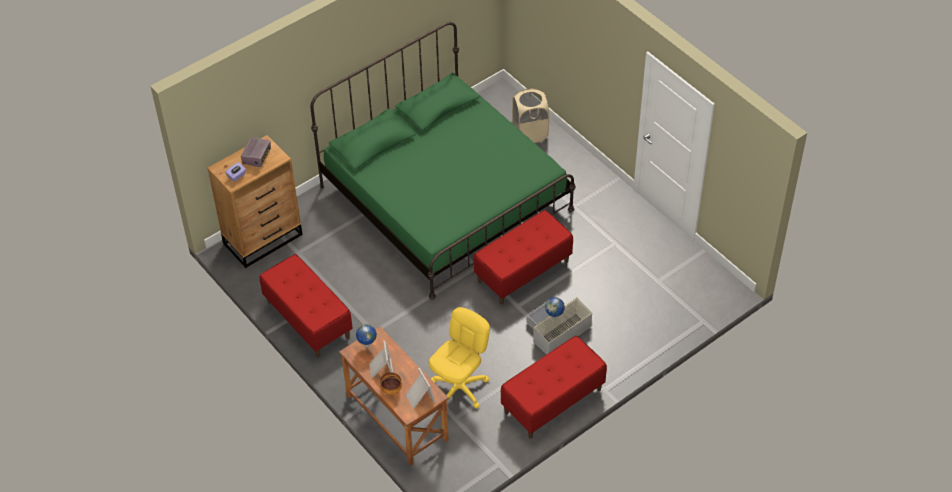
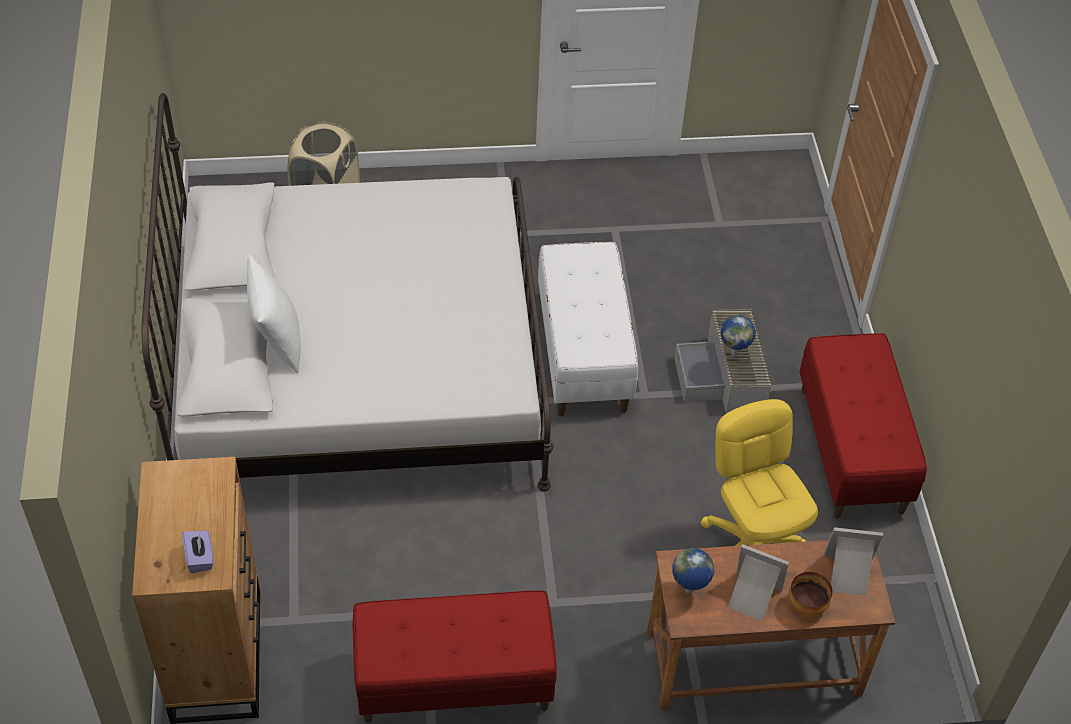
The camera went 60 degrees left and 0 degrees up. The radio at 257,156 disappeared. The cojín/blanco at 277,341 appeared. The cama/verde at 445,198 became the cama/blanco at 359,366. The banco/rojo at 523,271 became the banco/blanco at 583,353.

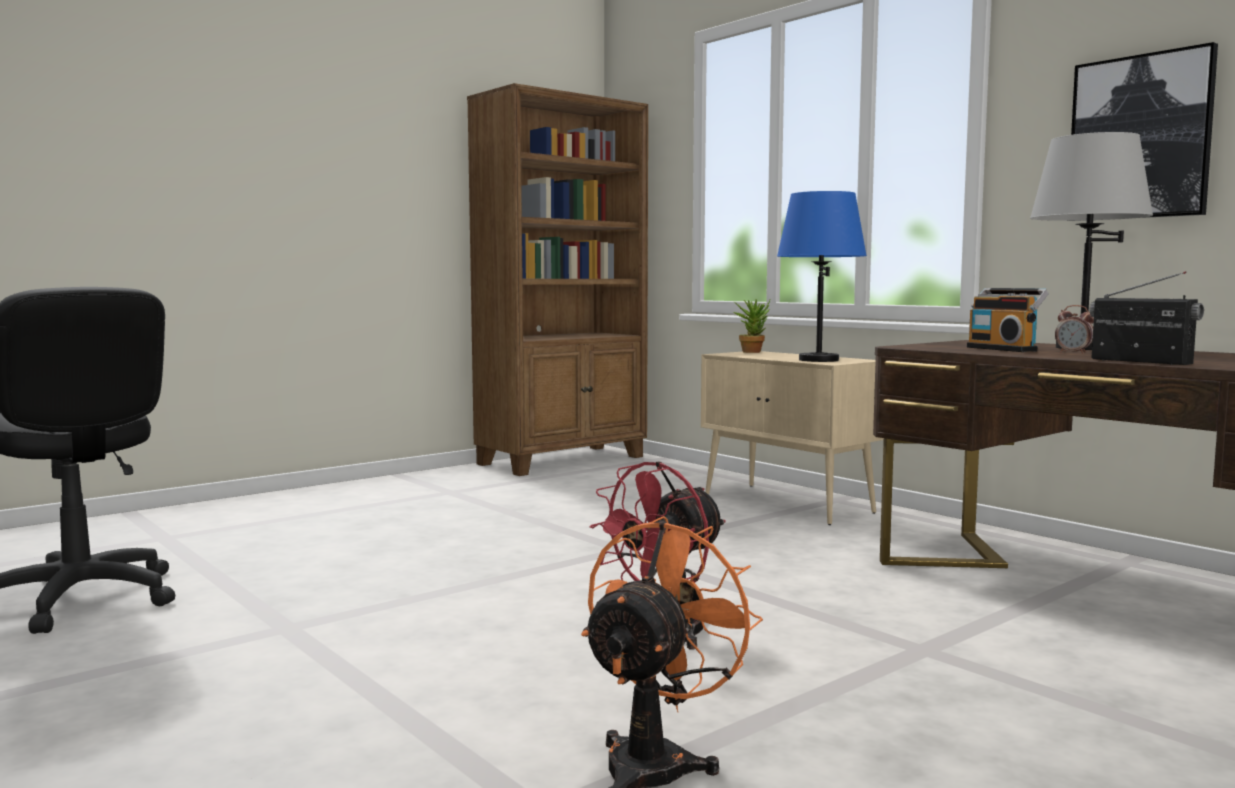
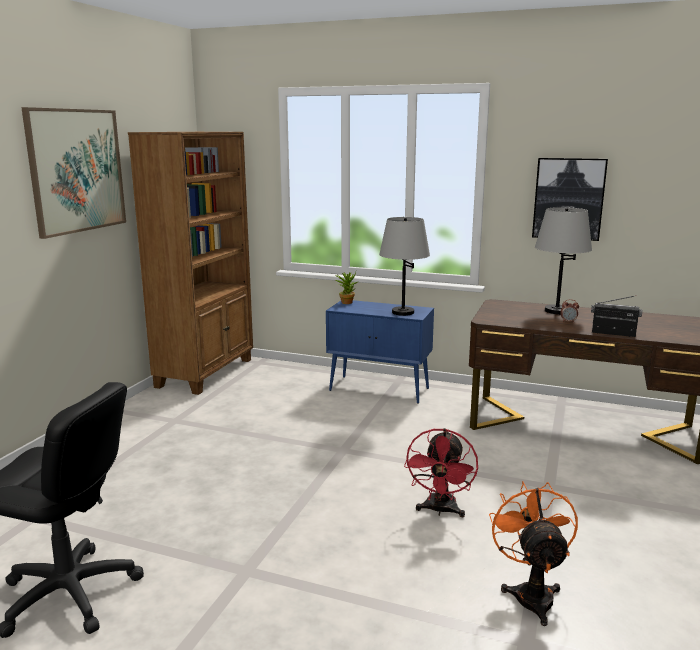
The camera went 30 degrees left and 10 degrees up. The radio at 1004,349 disappeared. The cuadro at 77,171 appeared. The armario/beis at 788,504 became the armario/azul at 380,389. The lámpara de mesa/azul at 818,360 became the lámpara de mesa/gris at 402,312.

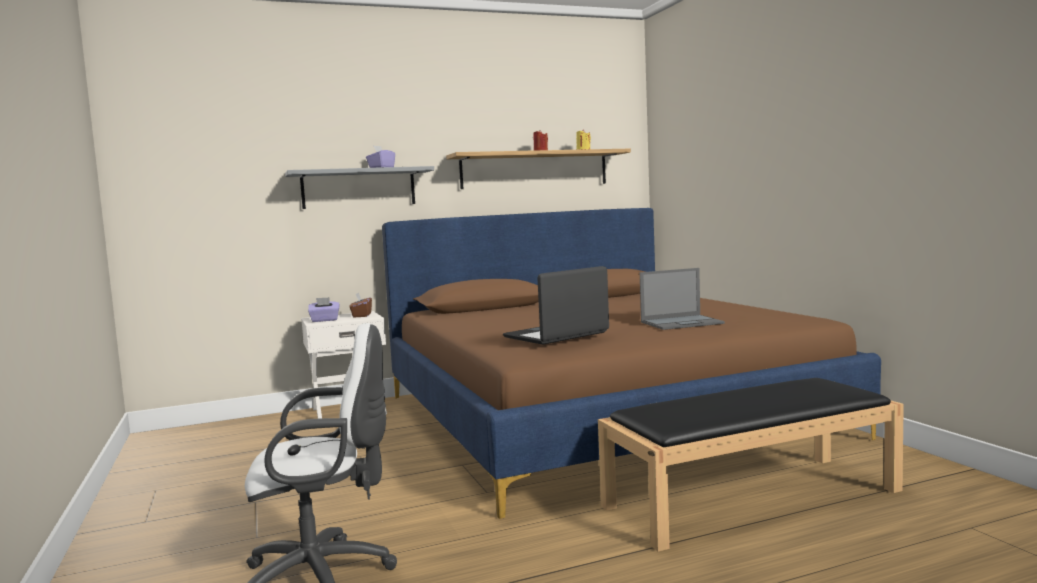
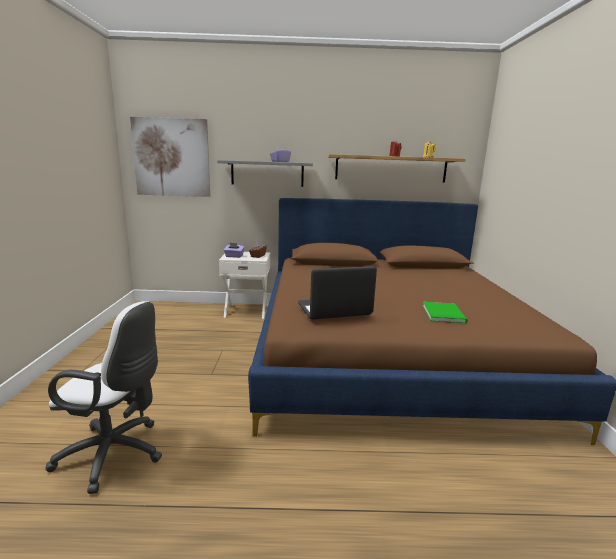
The camera went 20 degrees right and 10 degrees up. The banco/negro at 752,497 disappeared. The cuadro at 171,157 appeared. The portátil at 682,323 was replaced by the libro/verde at 444,313.

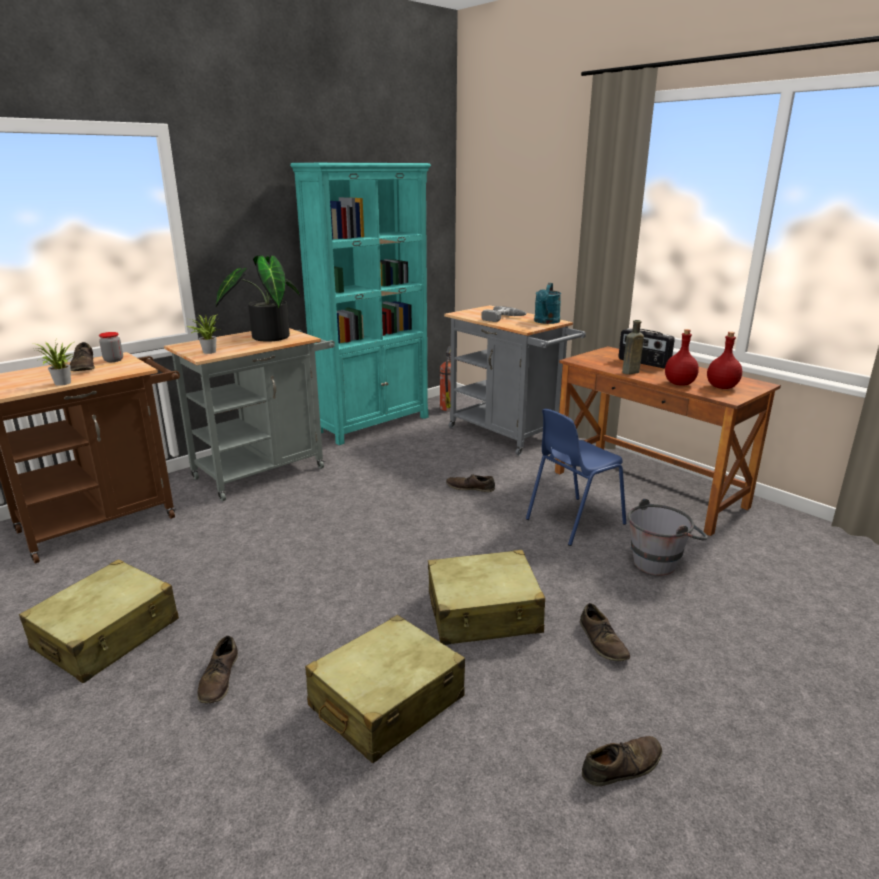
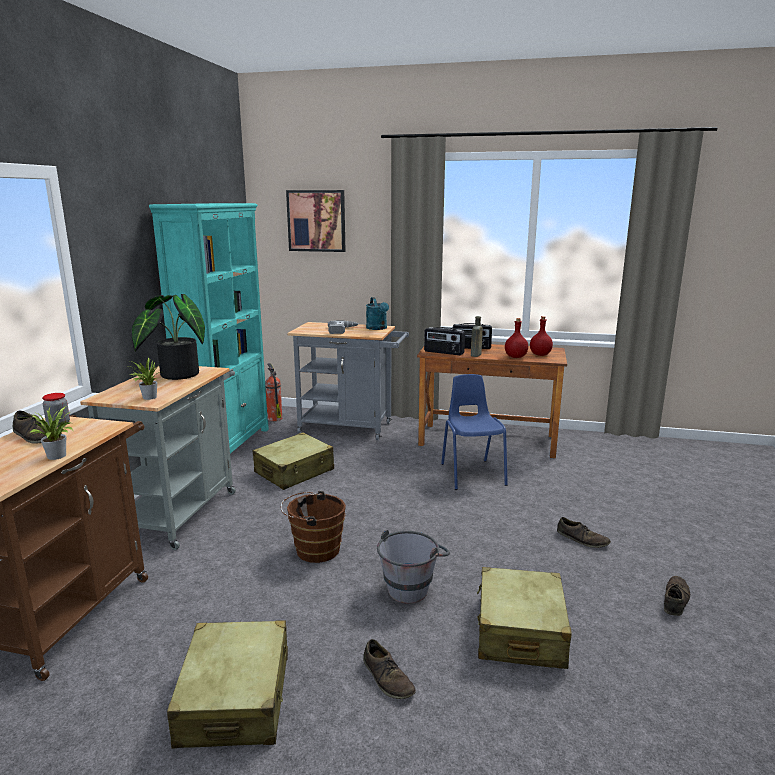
The camera went 35 degrees left and 5 degrees down. The zapato/marrón at 470,488 disappeared. The cubo/marrón at 314,549 appeared. The cuadro at 316,221 appeared. The radio at 443,352 appeared. The maleta/beis moved from 484,613 to 294,471. The cubo/gris moved from 661,562 to 412,586. The silla/azul at 573,521 turned 150 degrees clockwise.

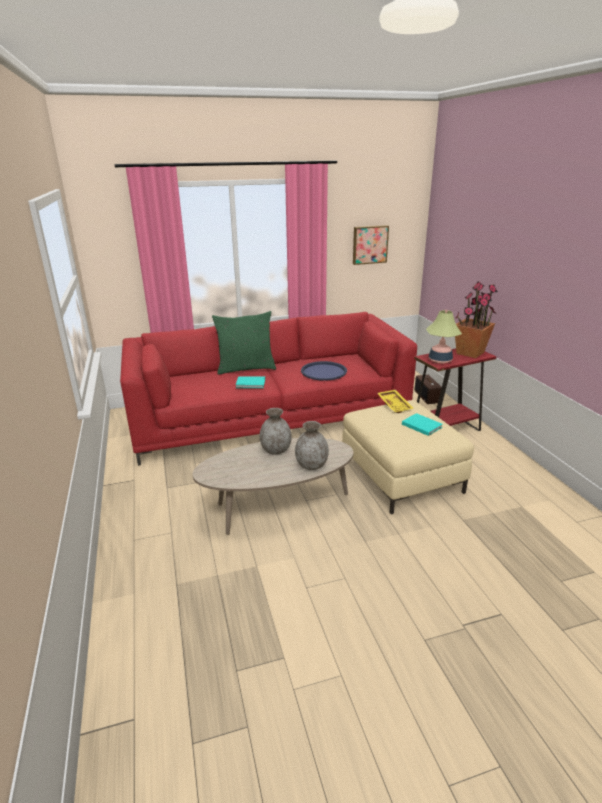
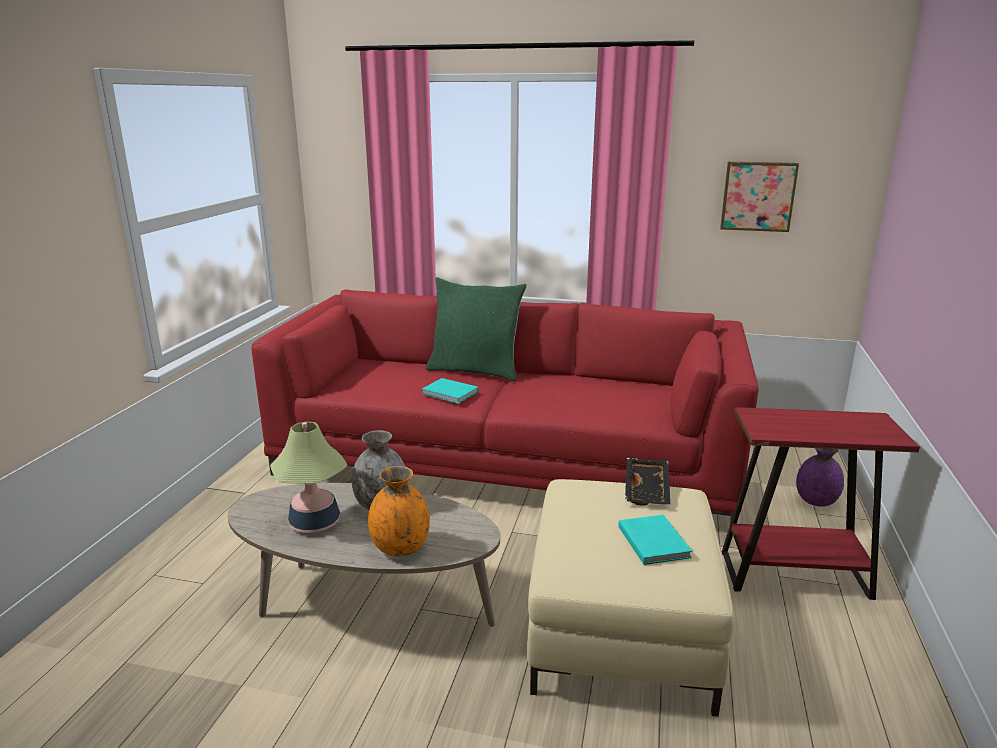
The camera went 30 degrees right and 5 degrees down. The bandeja/azul at 323,371 disappeared. The planta en maceta at 470,353 disappeared. The lámpara de mesa moved from 440,360 to 315,523. The radio at 427,397 was replaced by the florero/morado at 816,501. The florero/gris at 311,465 became the florero/naranja at 400,548. The bandeja/amarillo at 395,405 became the bandeja/negro at 648,490.

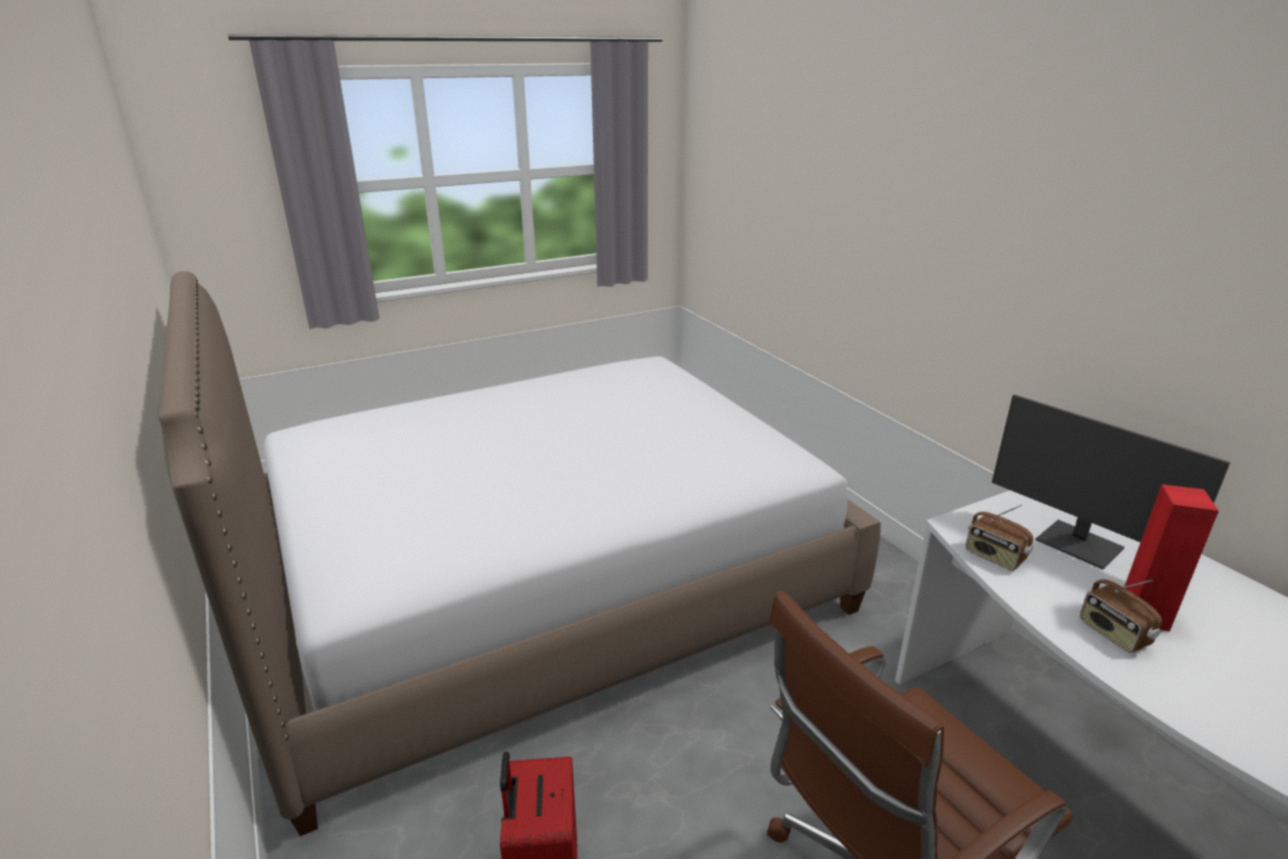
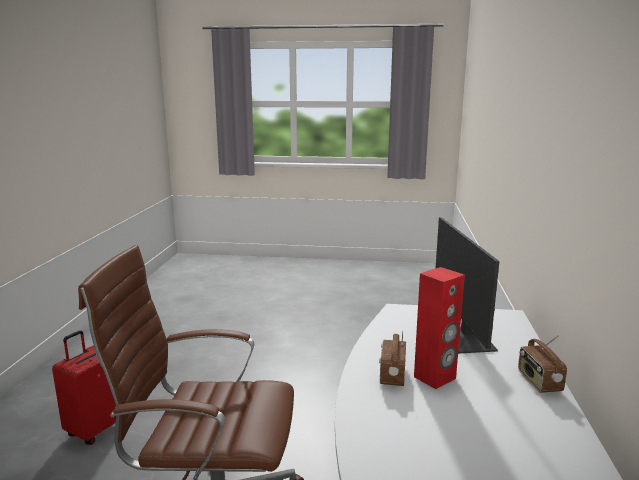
The camera went 35 degrees right and 10 degrees down. The cama at 543,585 disappeared. The radio moved from 994,557 to 538,382.

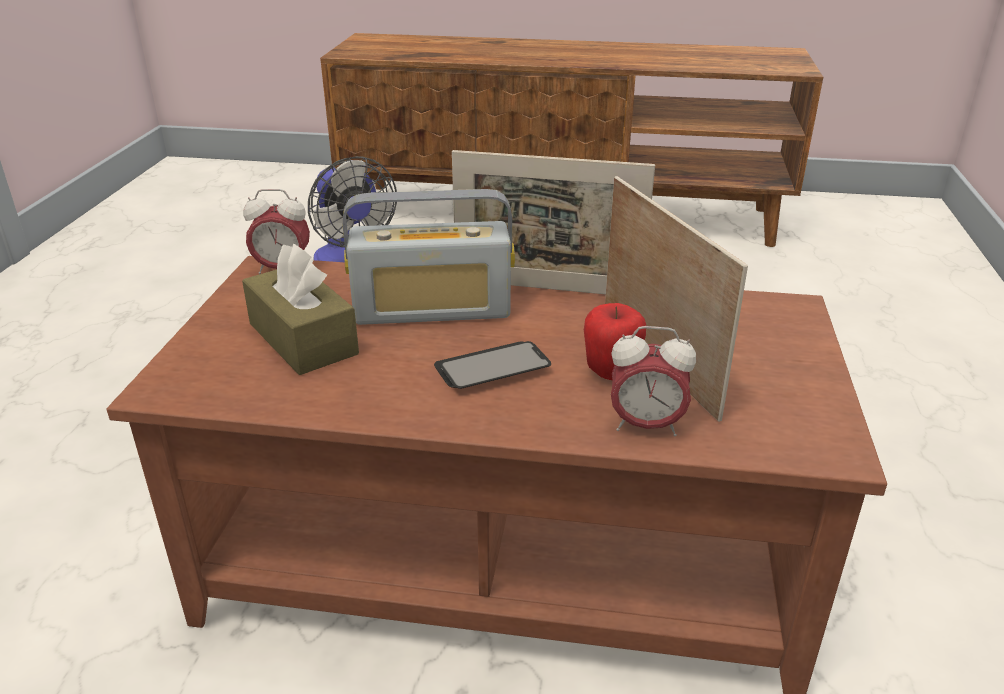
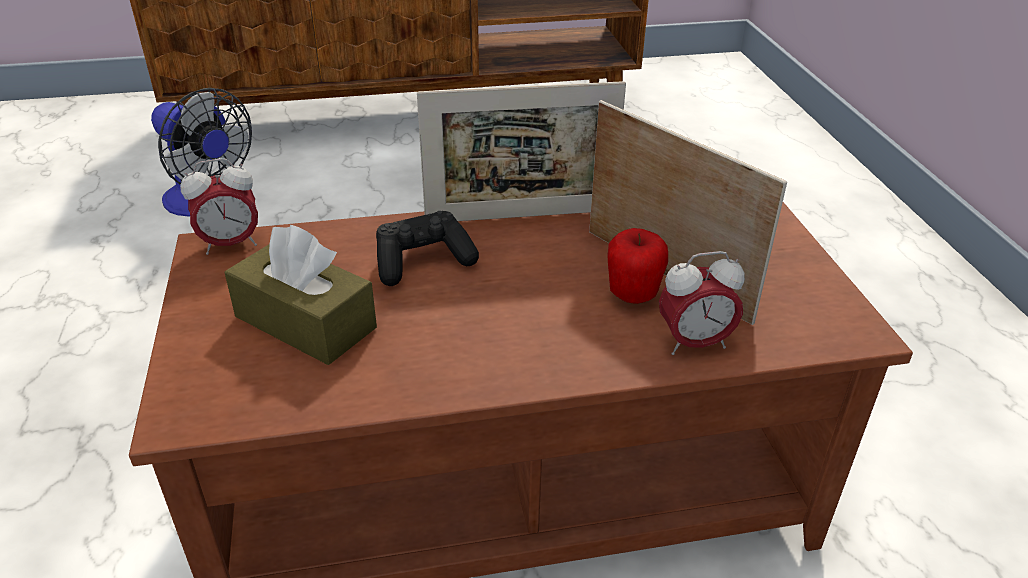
The camera went 20 degrees left and 5 degrees up. The móvil at 492,368 disappeared. The radio at 432,310 was replaced by the mando de consola/negro at 422,262.

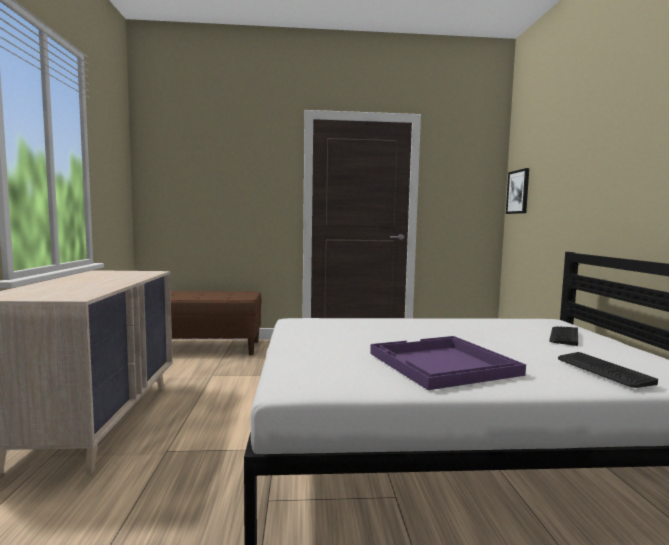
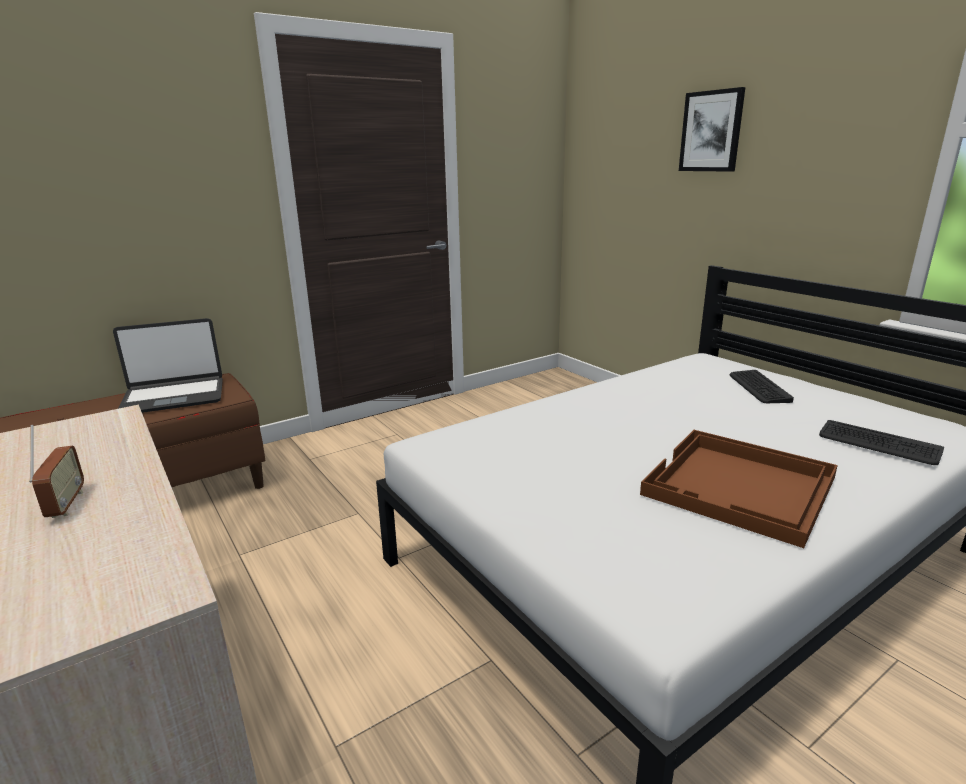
The camera went 30 degrees left and 15 degrees up. The radio at 66,504 appeared. The portátil at 174,397 appeared. The cuadro moved from 518,192 to 711,131. The bandeja/morado at 442,364 became the bandeja/marrón at 740,487.

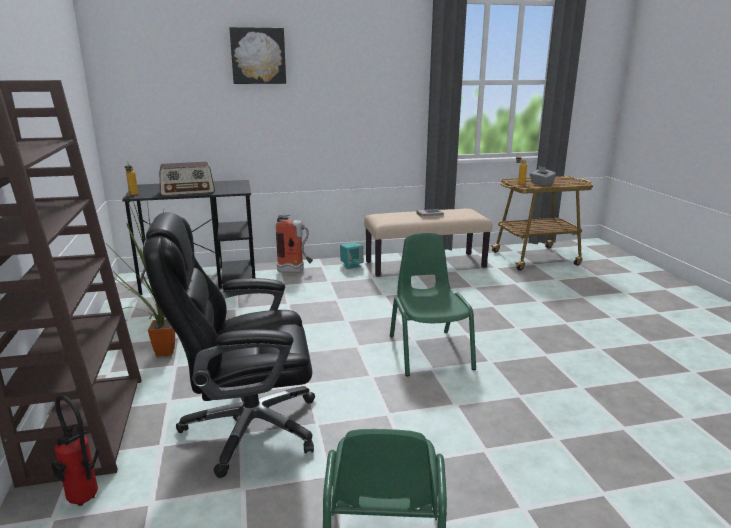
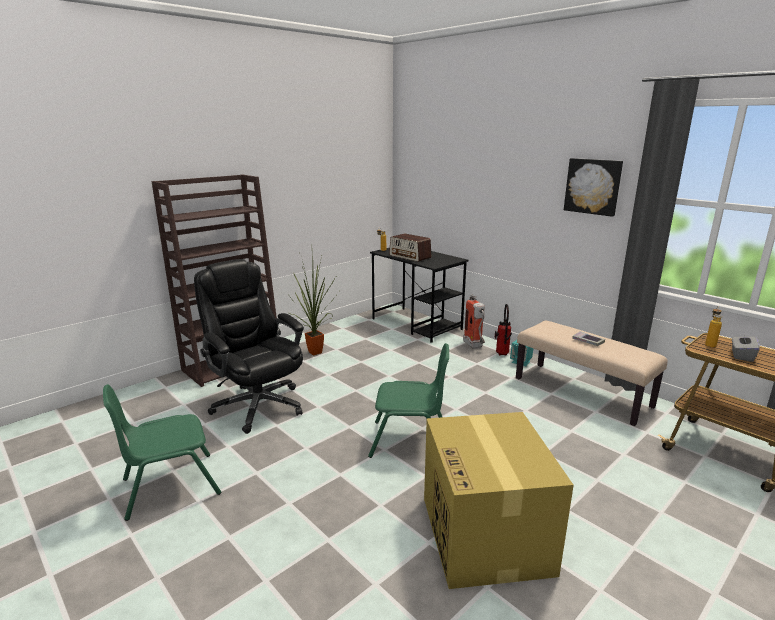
The camera went 60 degrees right and 0 degrees up. The caja de cartón at 486,535 appeared. The extintor moved from 84,501 to 501,355. The cuadro moved from 258,56 to 593,186. The silla/verde at 429,352 turned 45 degrees clockwise.

